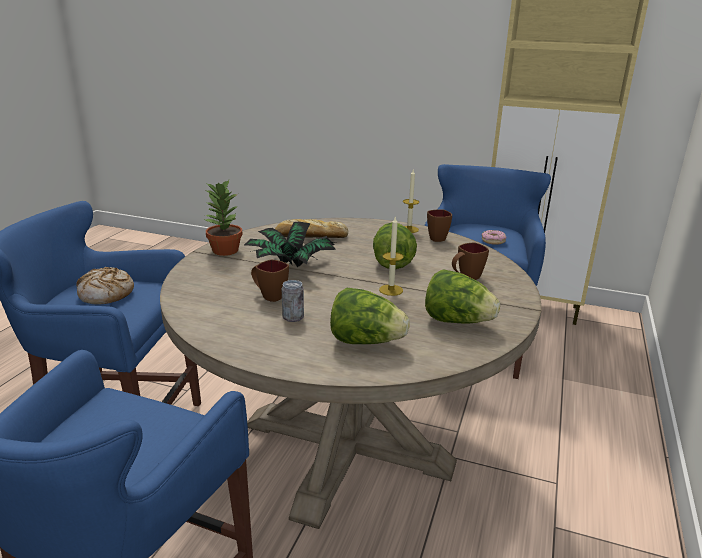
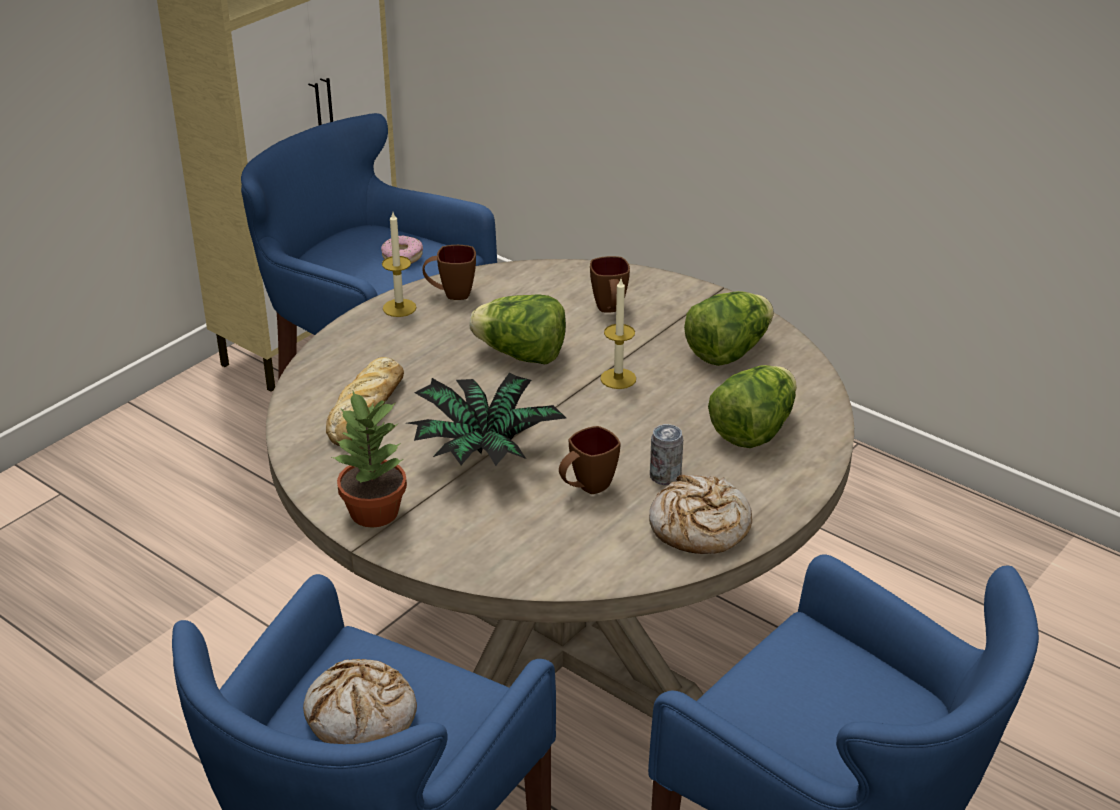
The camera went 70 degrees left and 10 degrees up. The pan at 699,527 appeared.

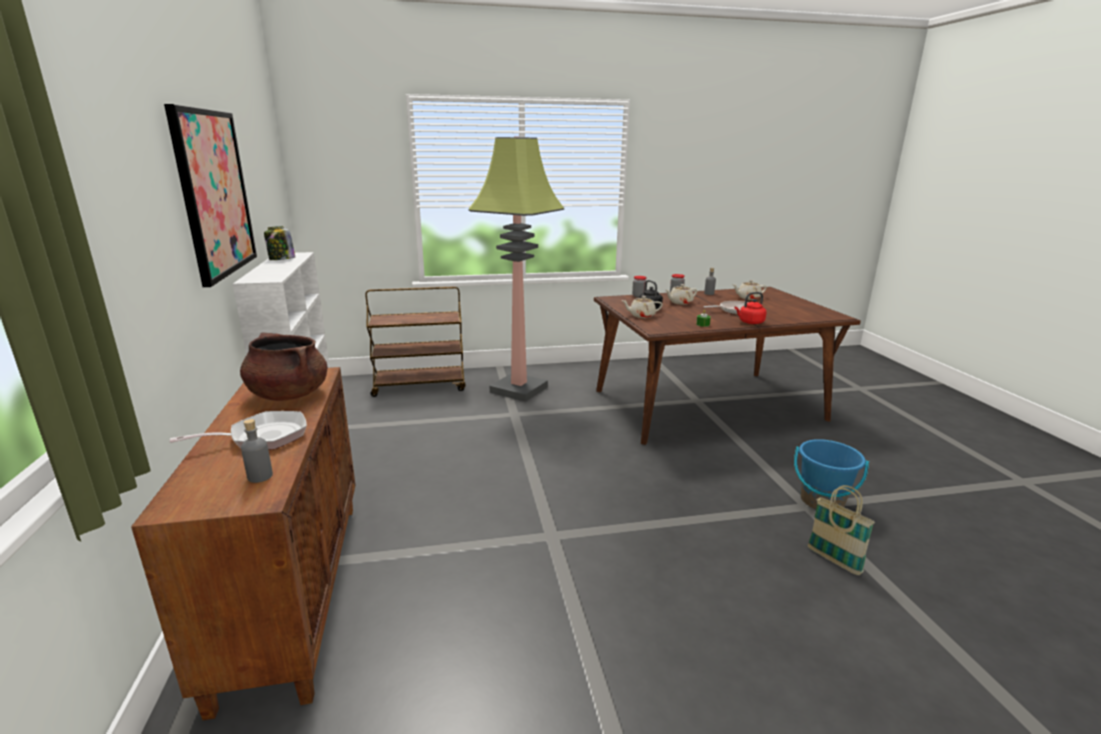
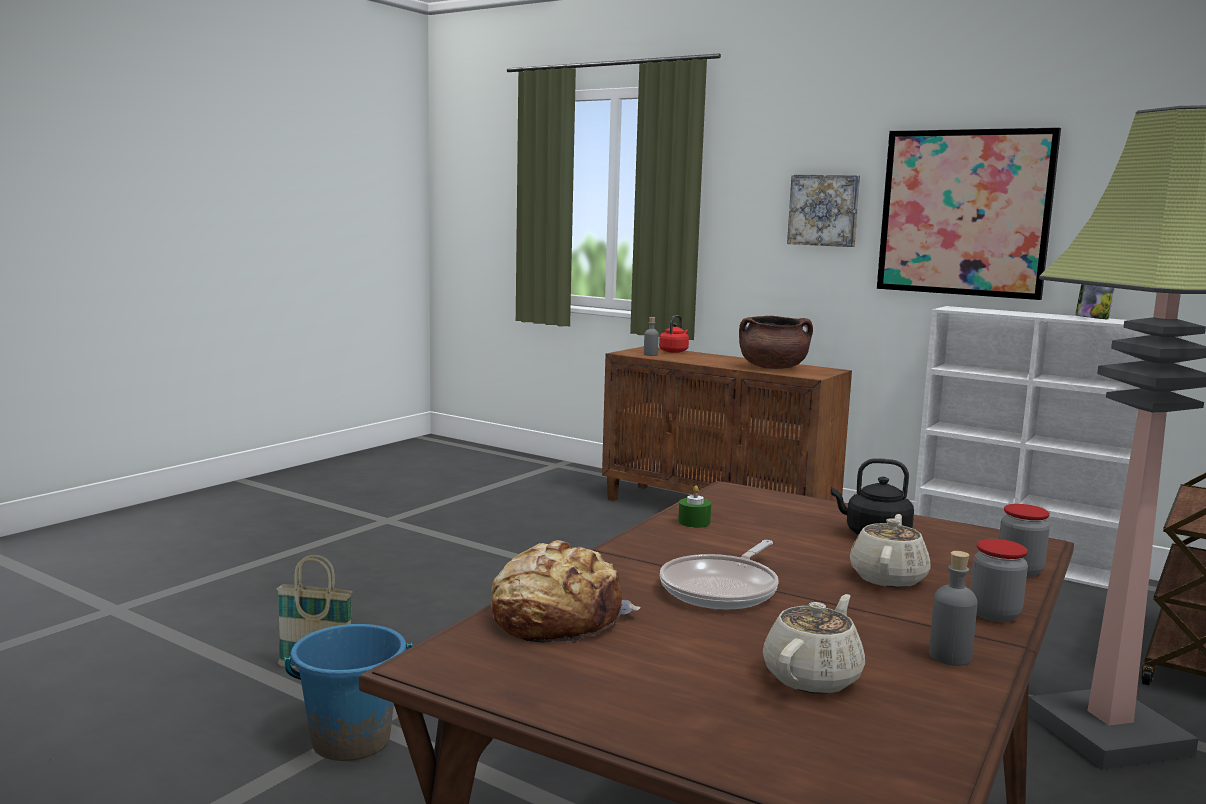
The camera went 135 degrees right and 10 degrees down. The sartén at 262,437 disappeared. The tetera/beis at 641,316 disappeared. The pan at 556,617 appeared. The cuadro at 824,210 appeared. The hervidor/rojo moved from 750,322 to 674,351.

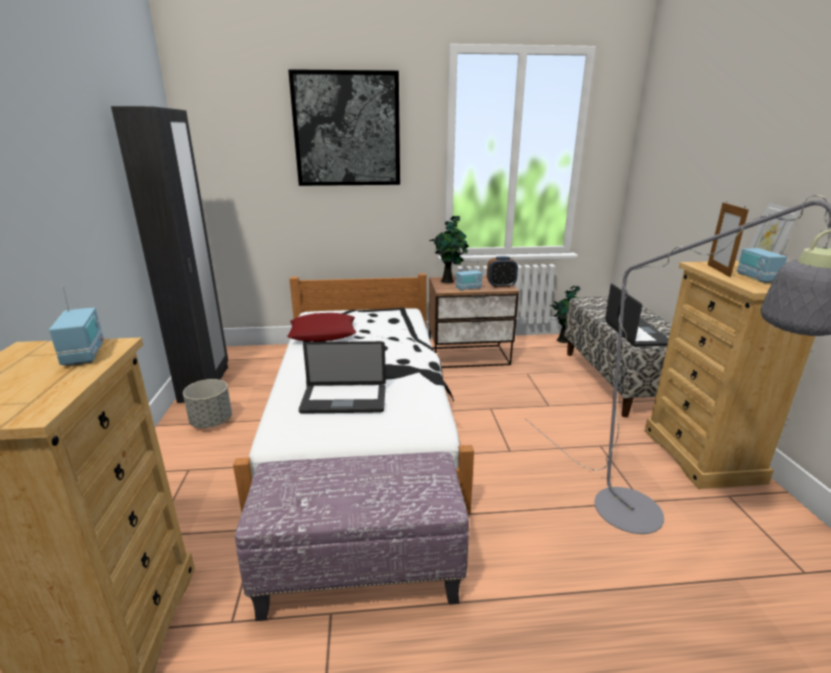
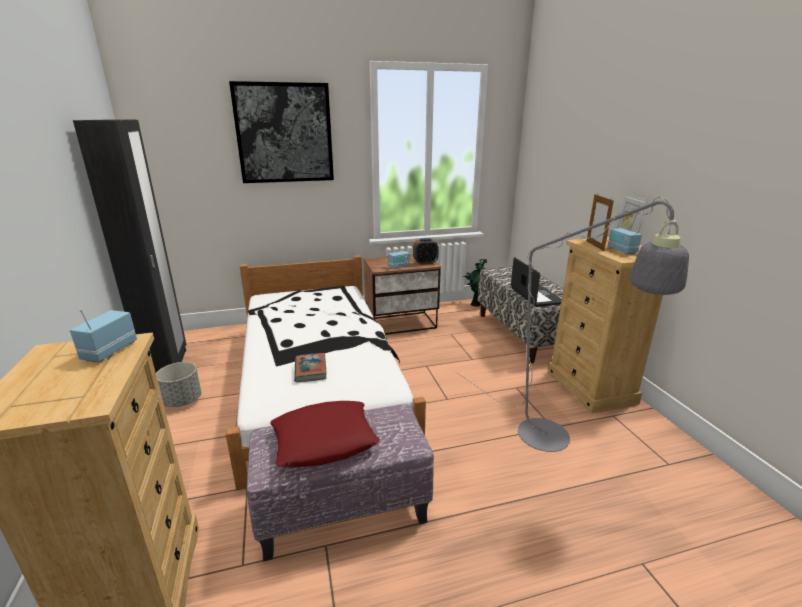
The camera went 10 degrees left and 0 degrees up. The planta en maceta at 448,281 disappeared. The cojín/rojo moved from 323,333 to 324,440. The portátil at 344,400 was replaced by the libro at 310,370. The radio at 85,354 turned 135 degrees counterclockwise.

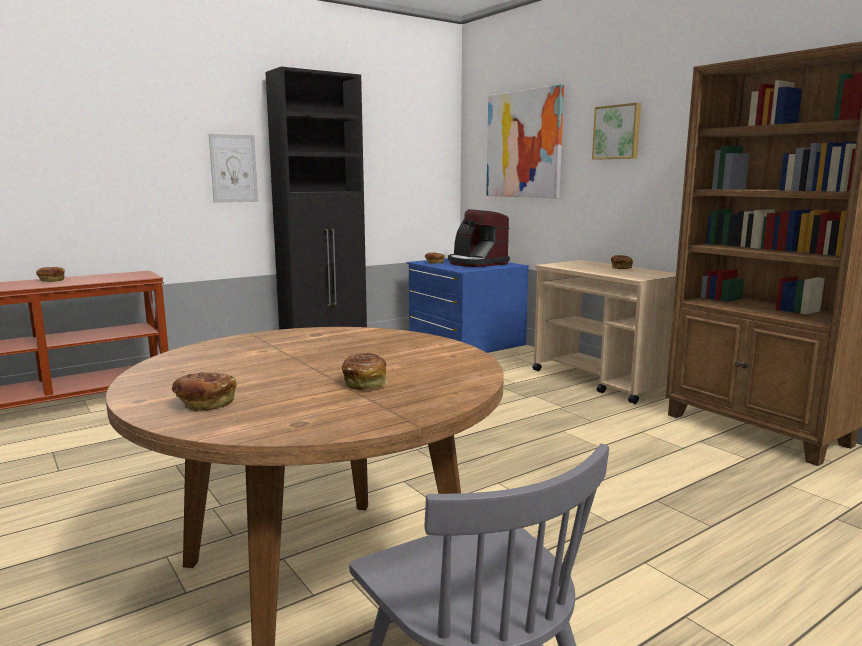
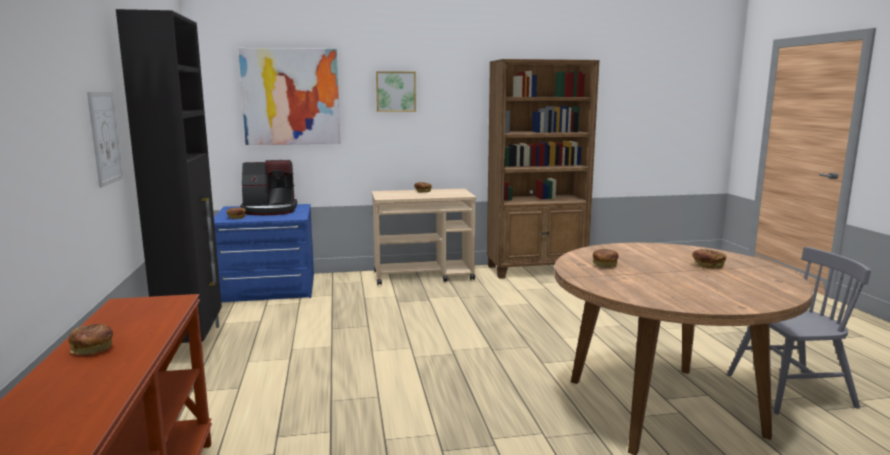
The camera went 65 degrees left and 0 degrees up. The pan moved from 204,404 to 604,265.

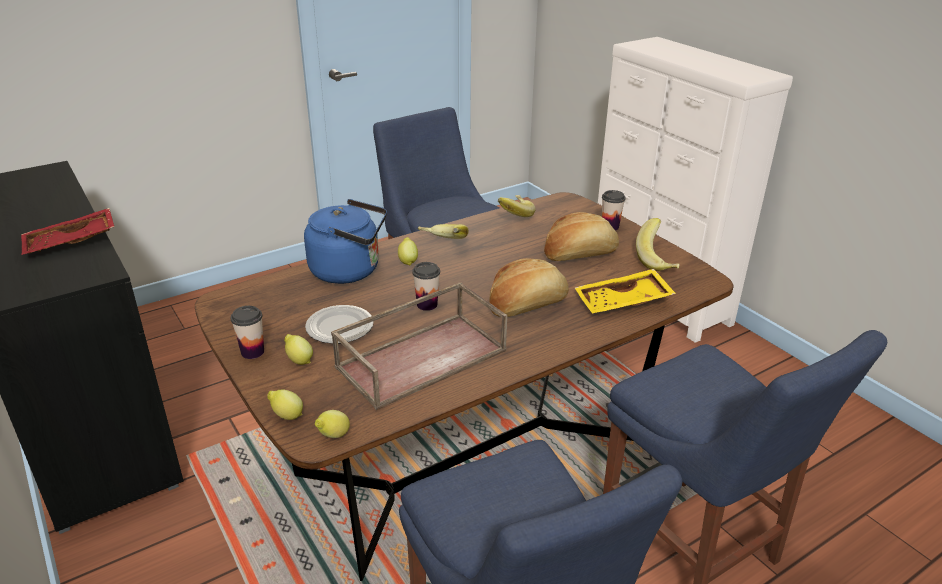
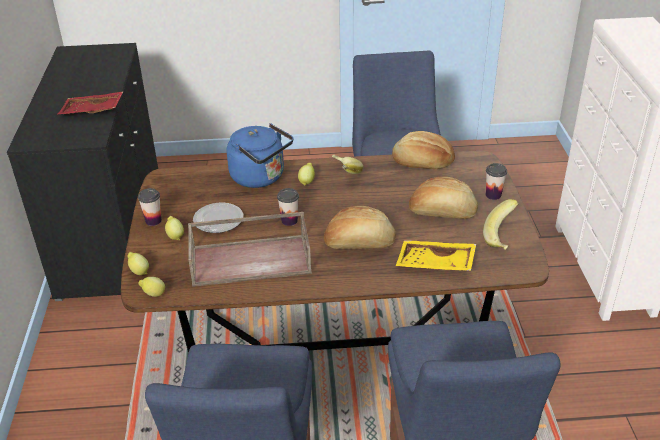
The camera went 30 degrees right and 5 degrees up. The plátano at 513,215 was replaced by the pan at 422,163.

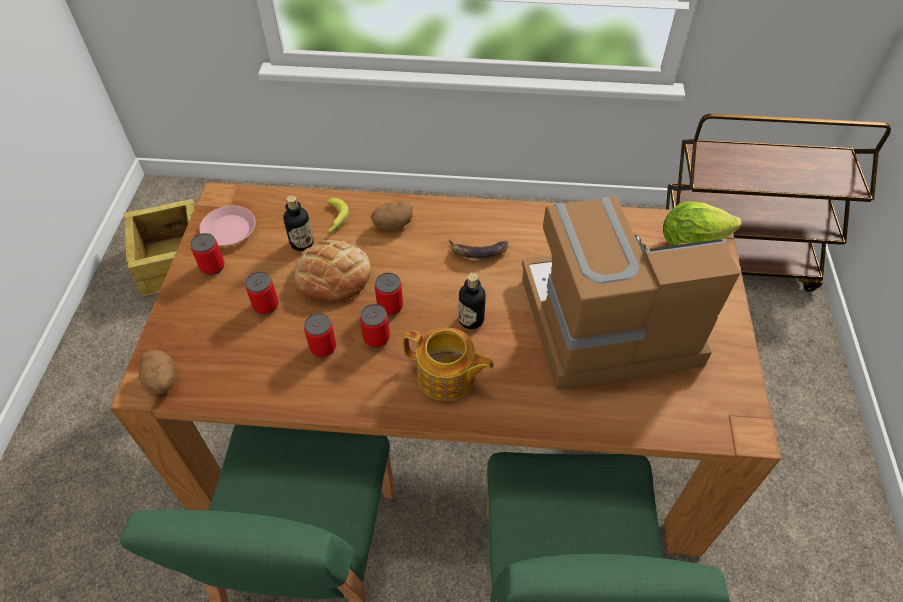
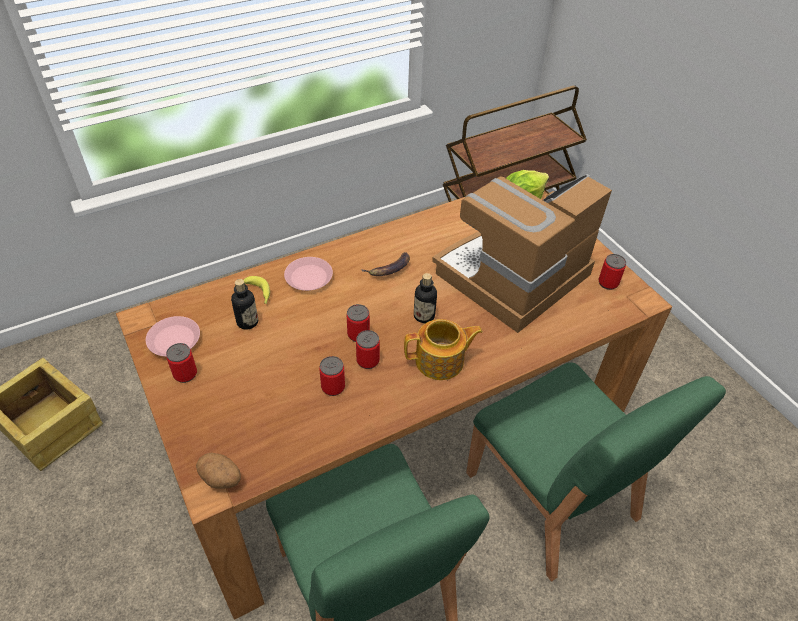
The camera went 35 degrees left and 5 degrees down. The pan at 333,276 disappeared. The lata moved from 266,305 to 608,283. The patata at 392,224 was replaced by the plato/rosa at 309,277.

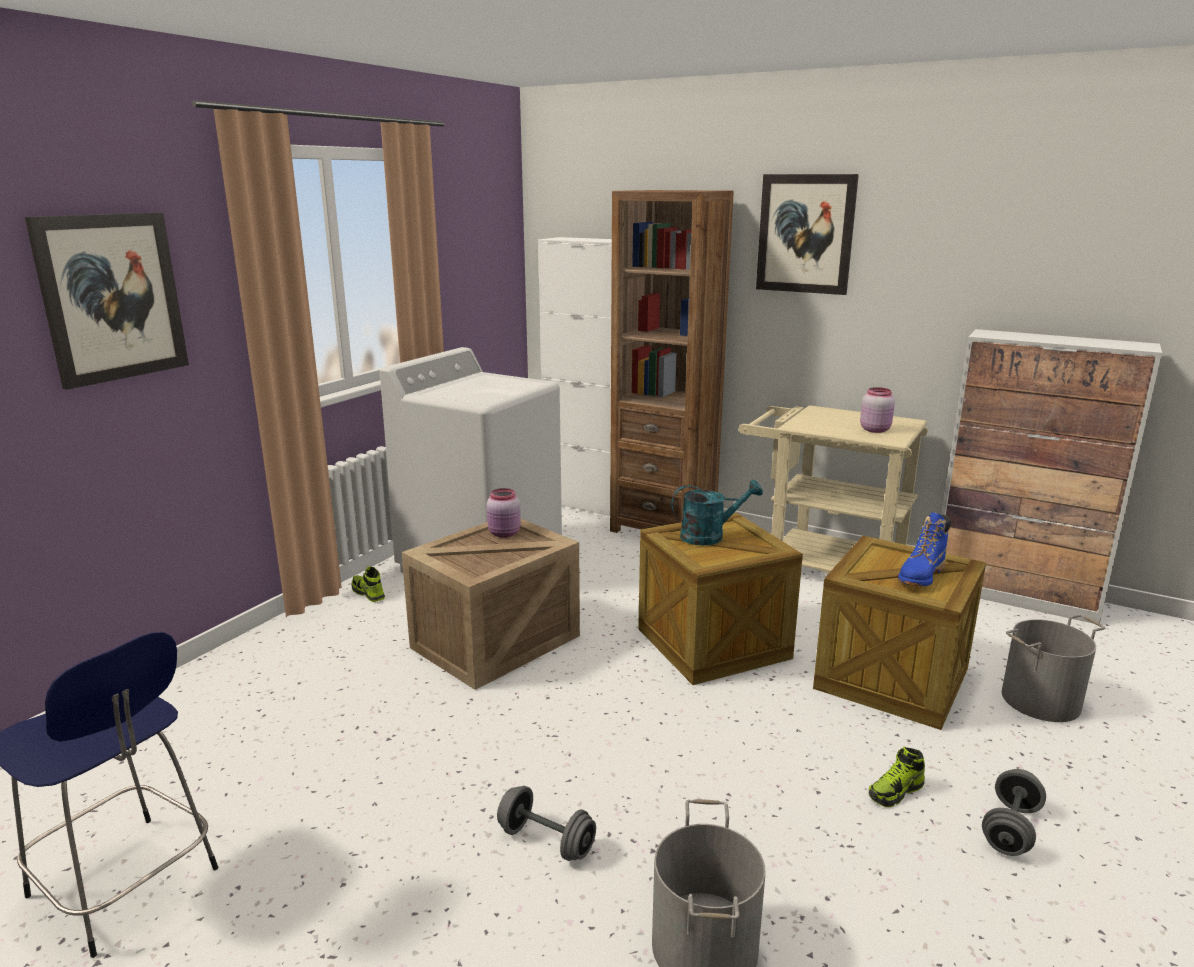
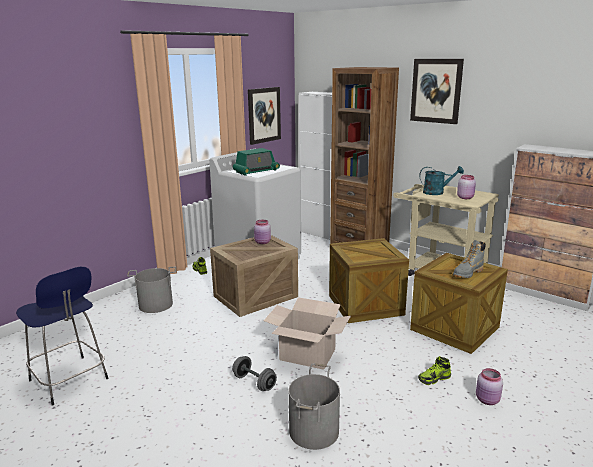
The camera went 10 degrees right and 0 degrees up. The radio at 256,171 appeared. The caja de cartón at 308,354 appeared. The cuadro moved from 112,297 to 264,115. The regadera/turquesa moved from 710,536 to 437,192. The cubo/gris moved from 1041,701 to 155,305. The mancuerna/gris at 1010,829 was replaced by the tarro/rosa at 487,400. The bota/azul at 921,576 became the bota/gris at 467,273.

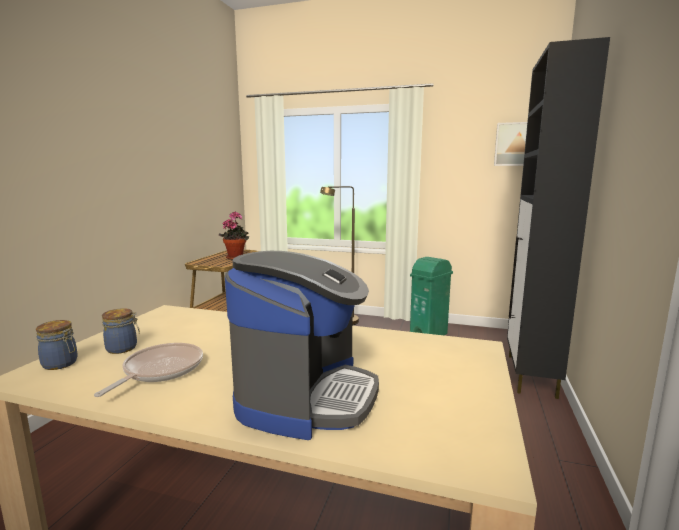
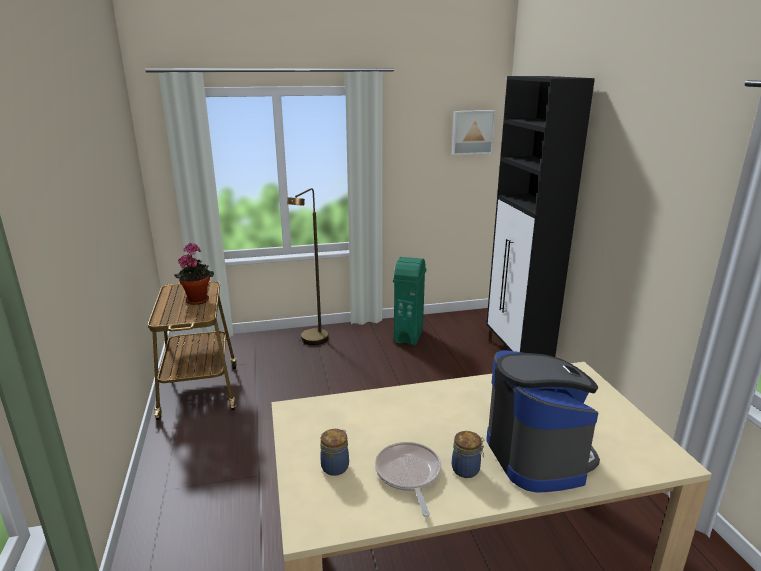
The camera went 30 degrees left and 10 degrees up. The tarro moved from 61,364 to 467,469.

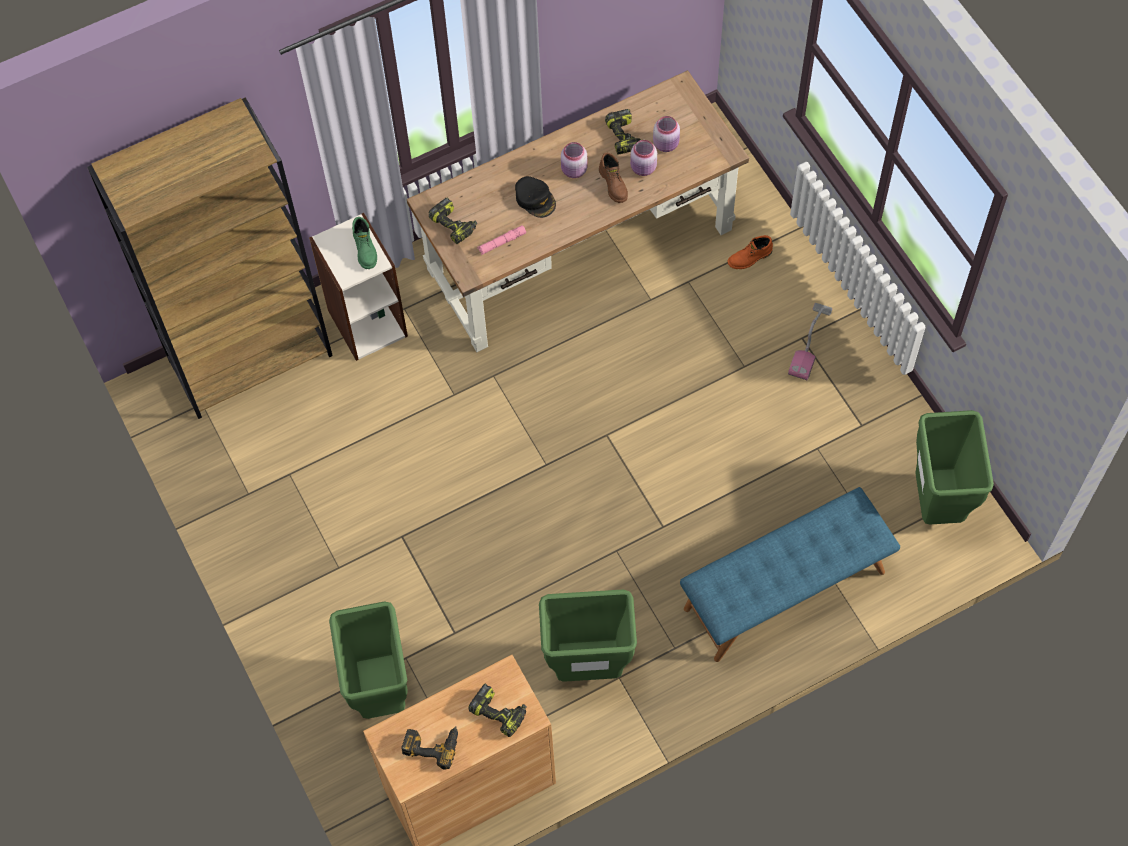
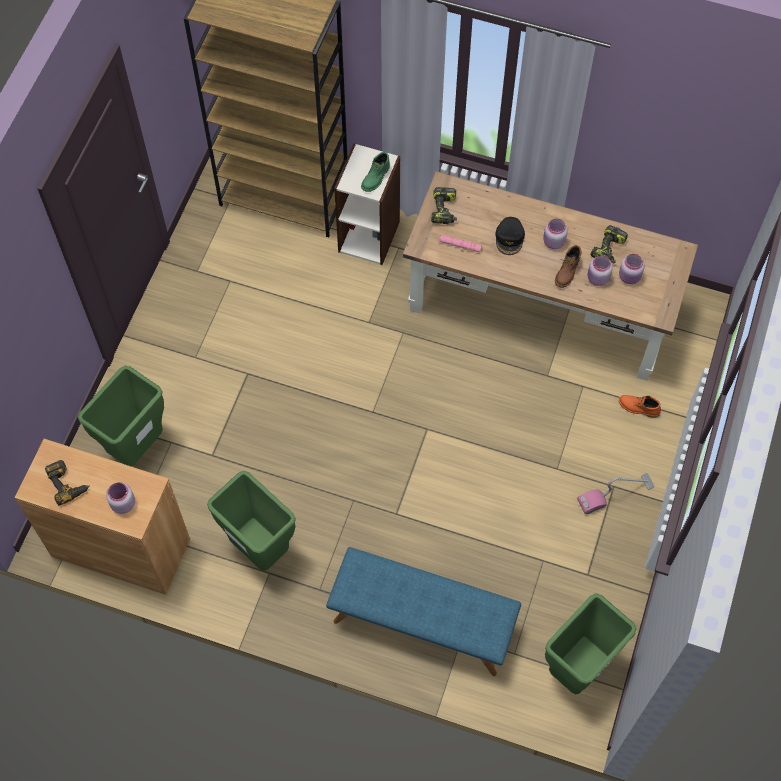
The camera went 45 degrees right and 0 degrees up. The taladro at 499,712 was replaced by the tarro/rosa at 122,503.

